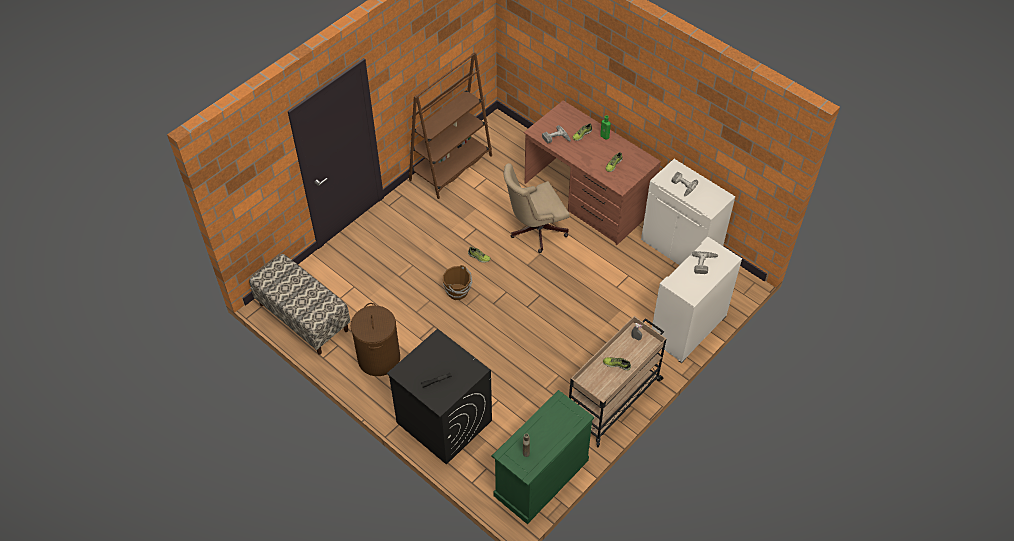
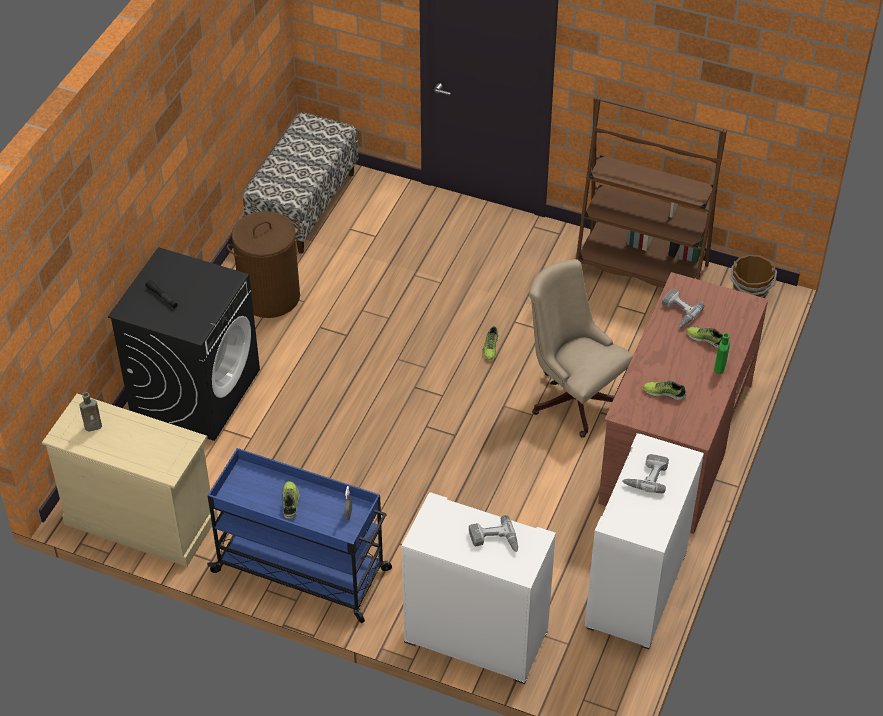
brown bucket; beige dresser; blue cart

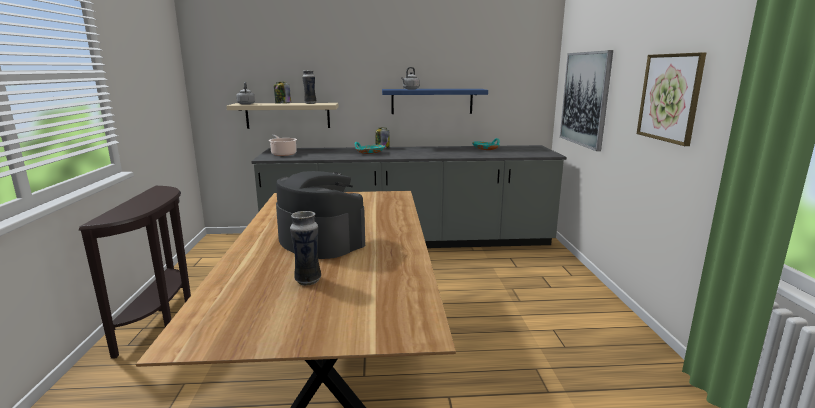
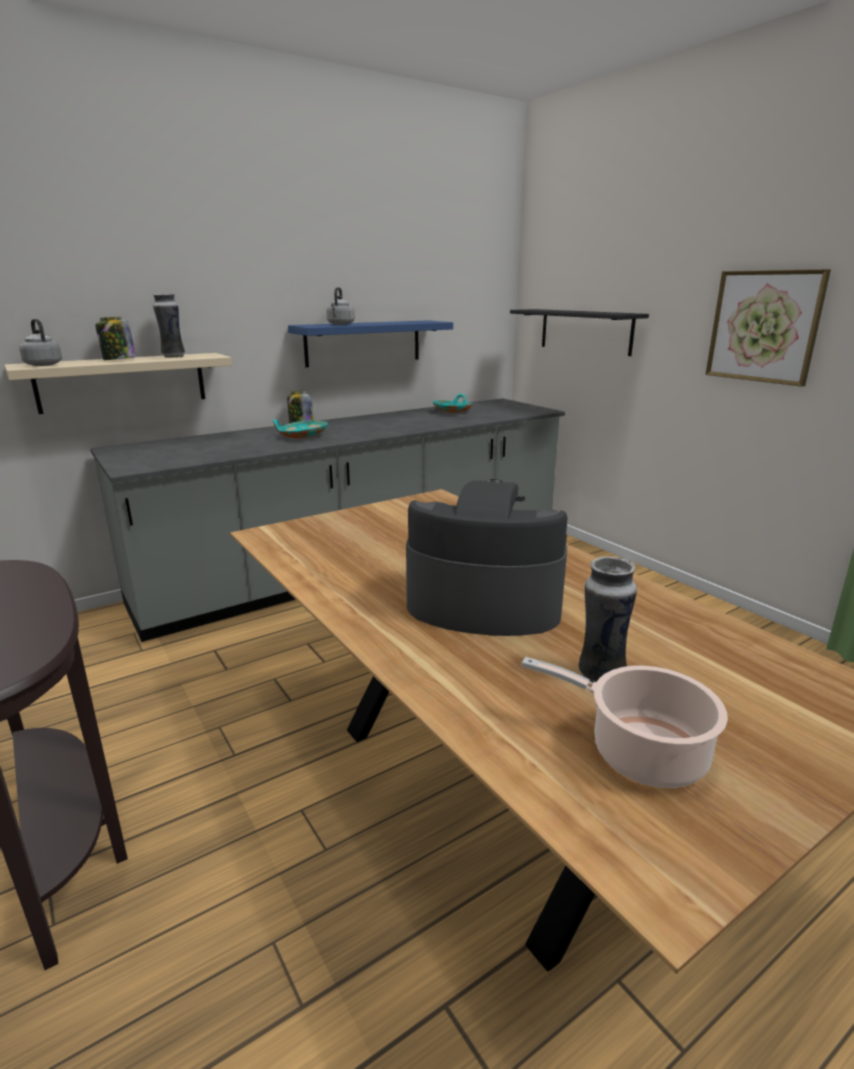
cooking pot; black shelf

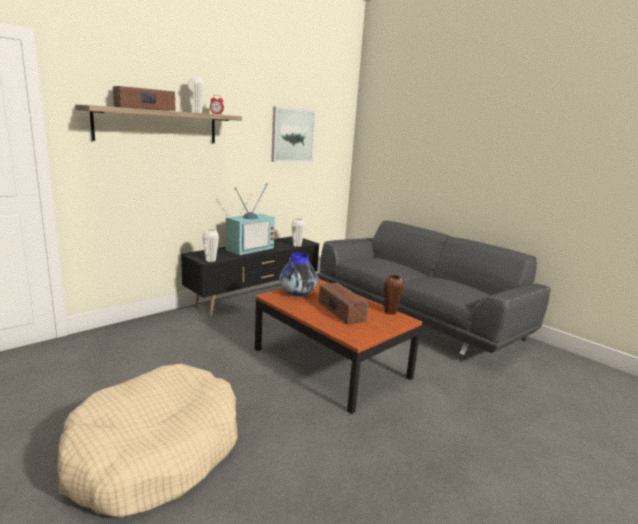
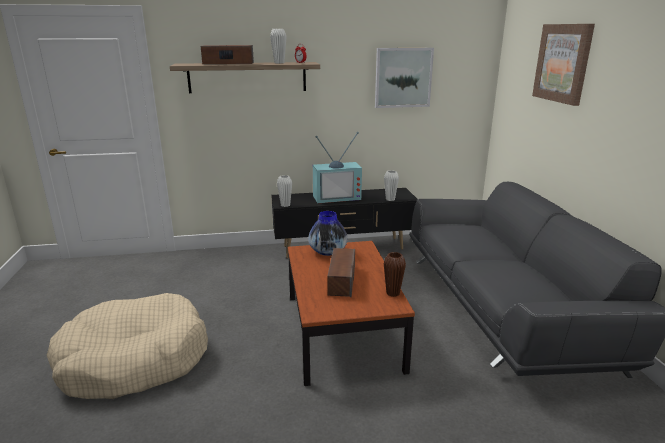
picture (no. 2 from left)

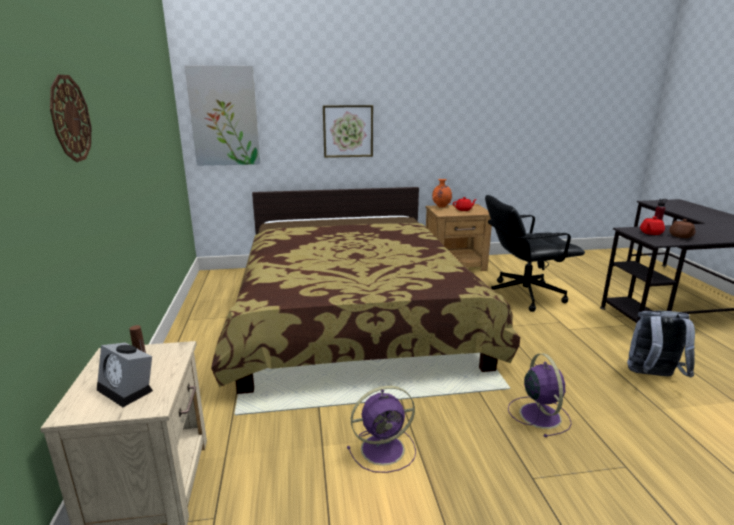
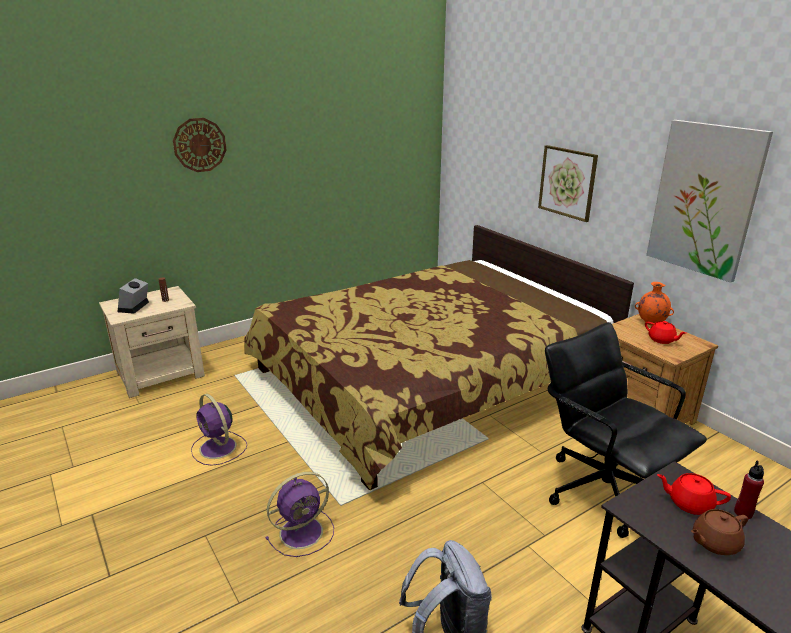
picture (no. 2 from left)

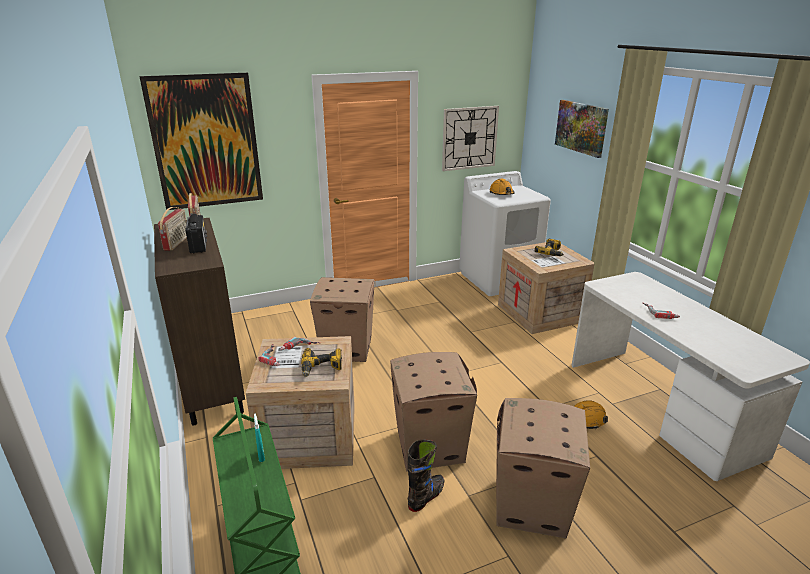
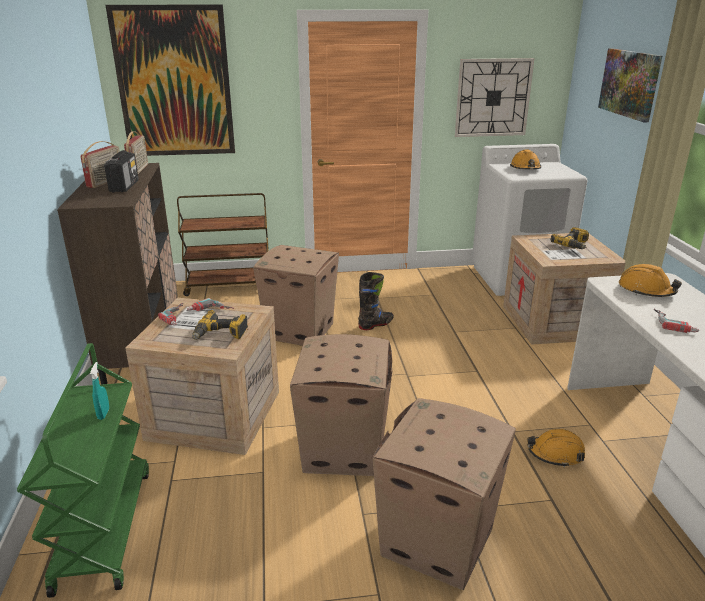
black boot; brown cart; orange hard hat (no. 3 from left)

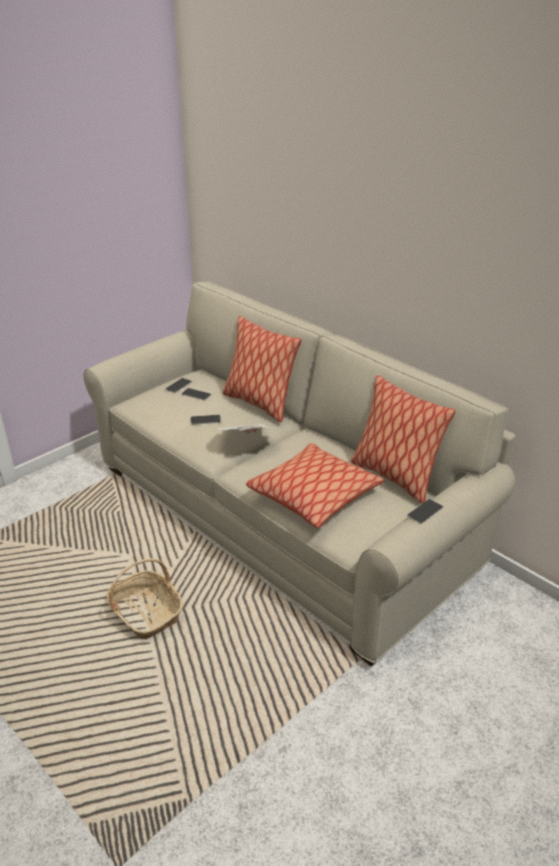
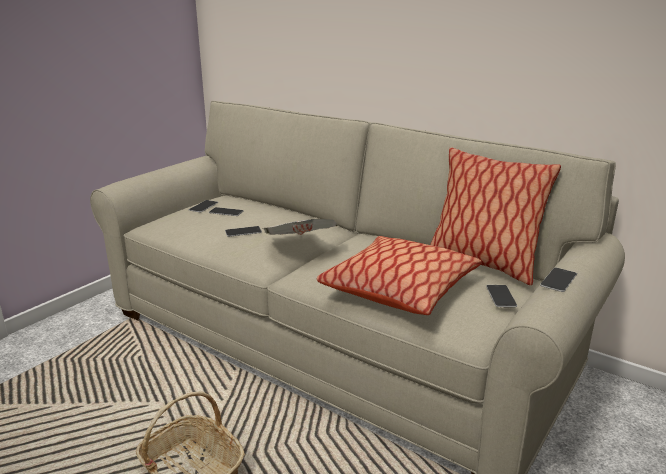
pillow (no. 1 from left in the first image); phone (no. 4 from left)

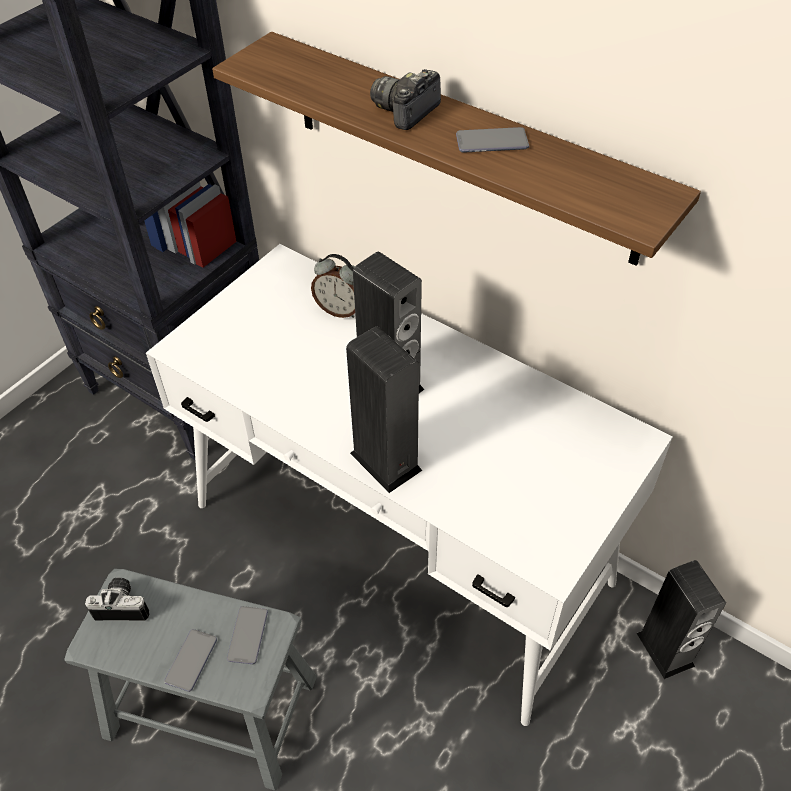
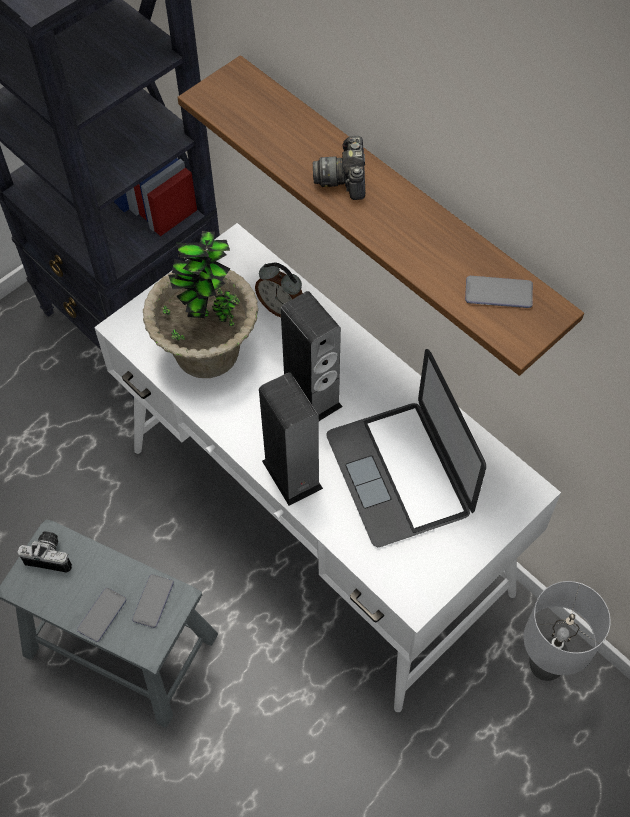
photo camera (no. 2 from left); phone (no. 3 from left); grey table lamp; potted plant; laptop

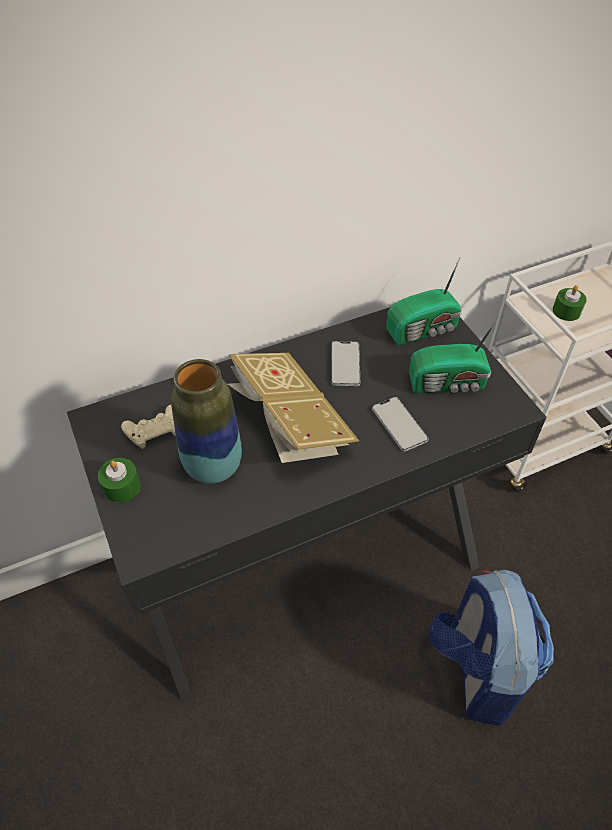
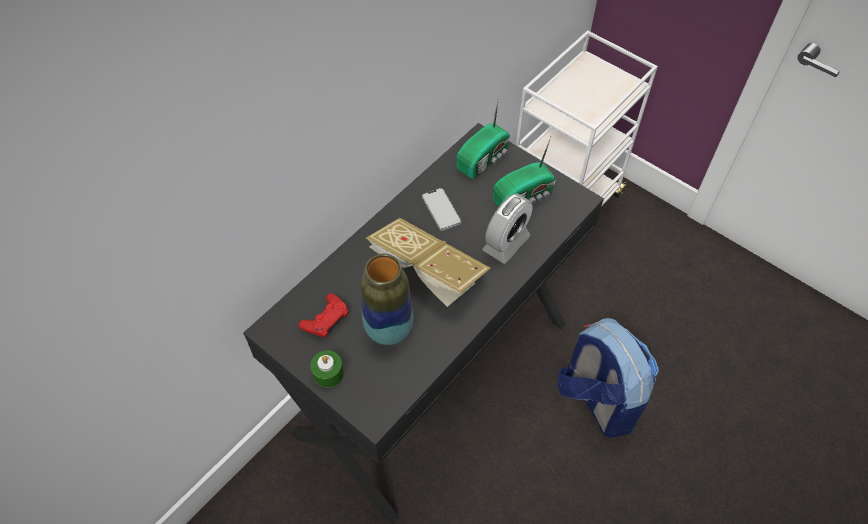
red game controller; alarm clock; green candle (no. 2 from left in the first image)

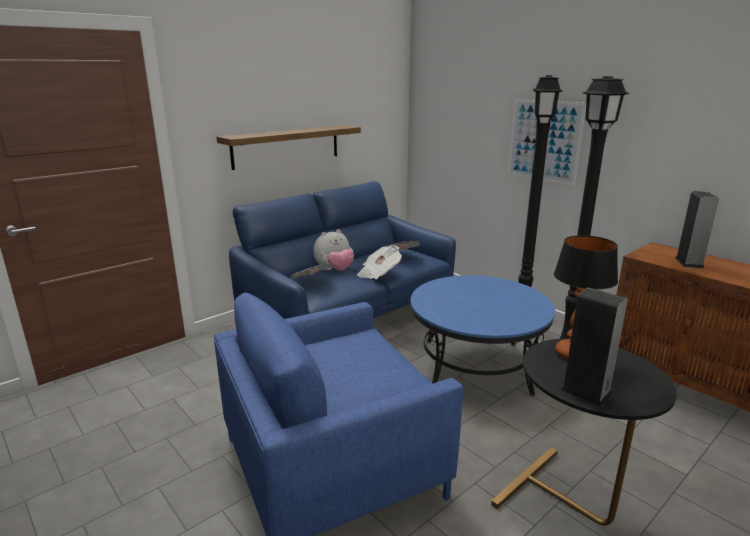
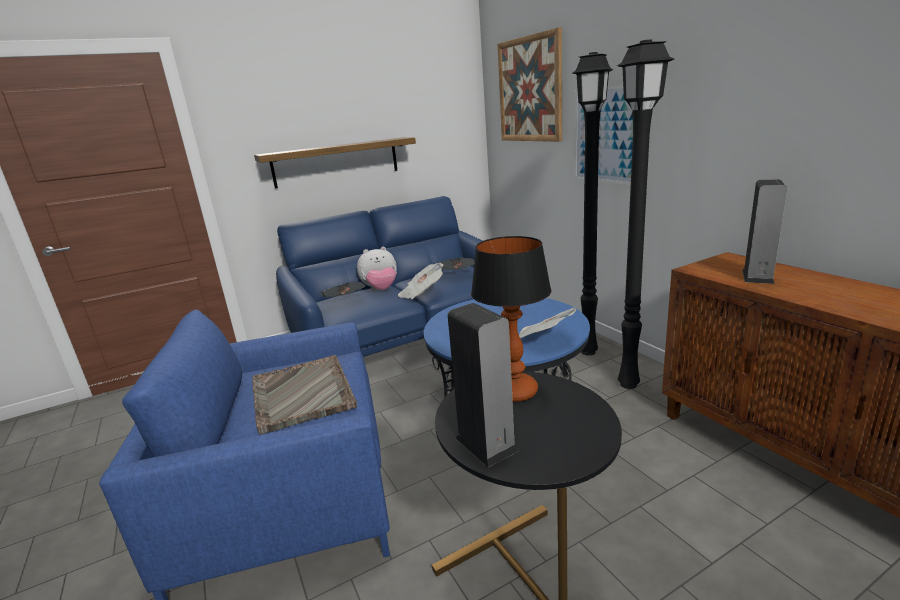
grey tray; picture (no. 1 from left); newspaper (no. 4 from left)

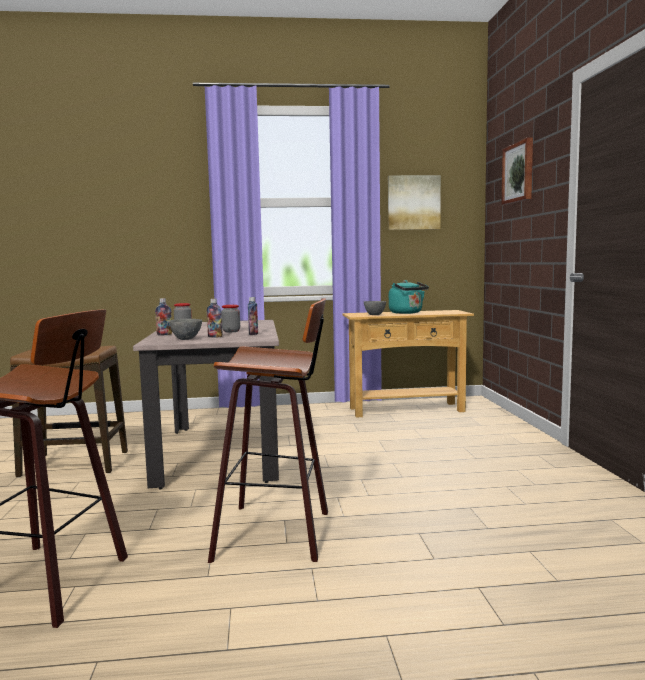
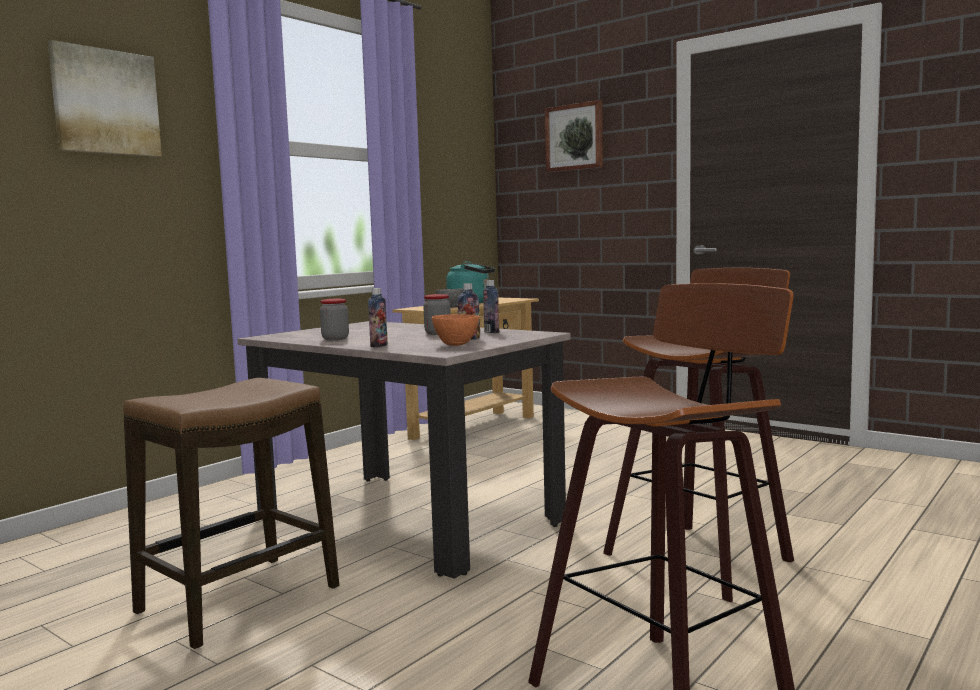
orange bowl; picture (no. 1 from left)

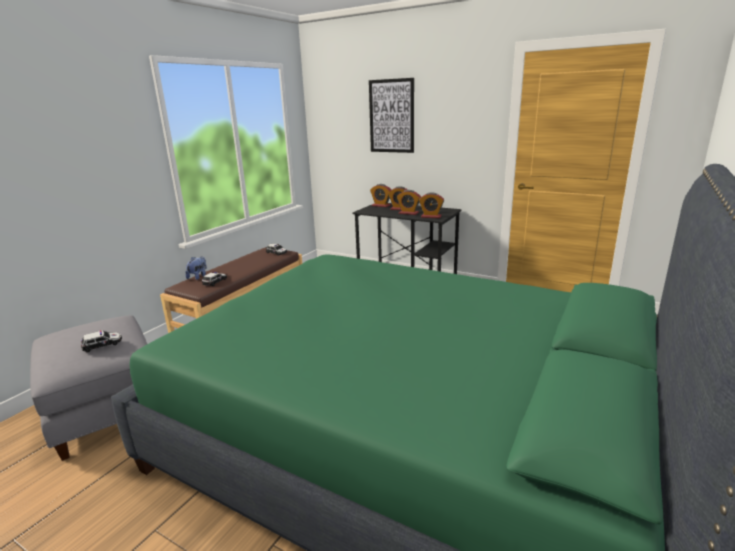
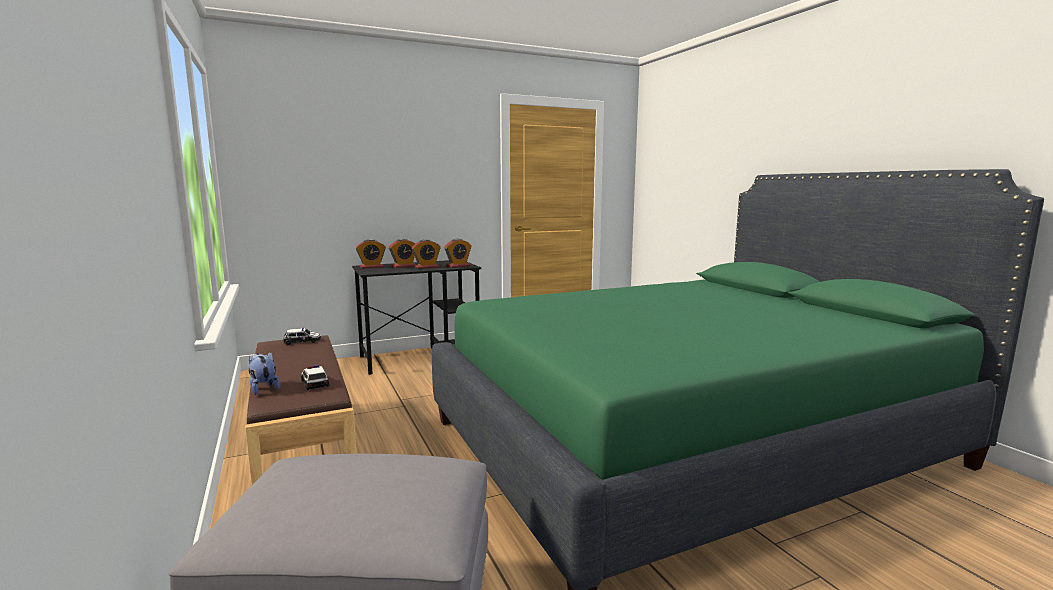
toy car (no. 1 from left in the first image); picture

